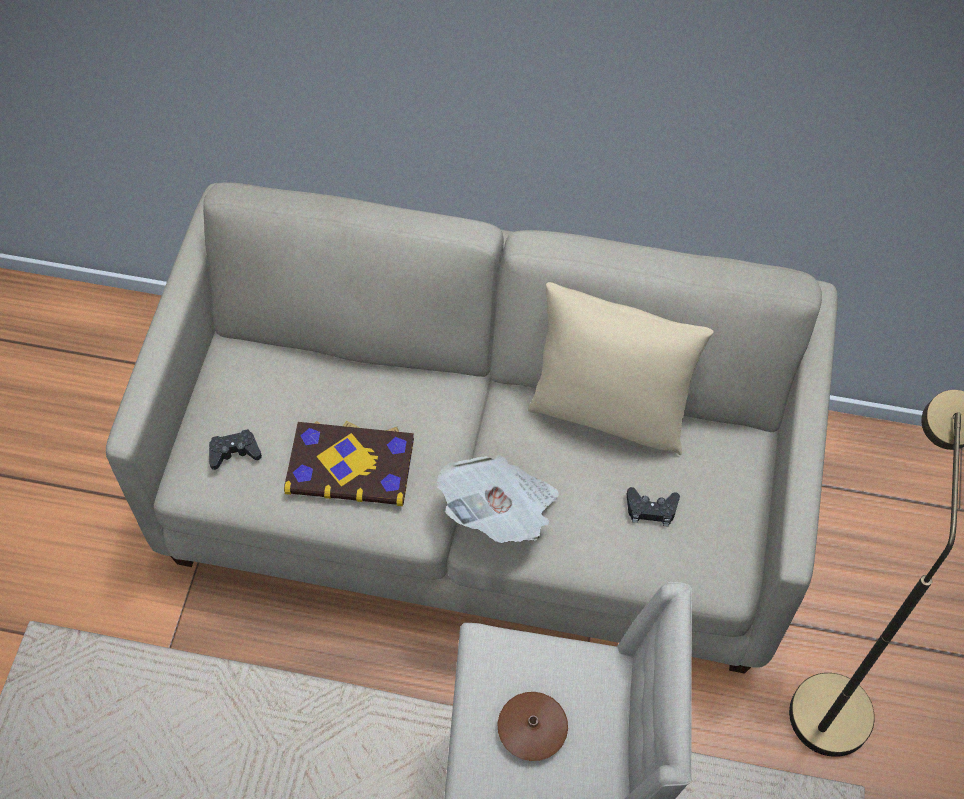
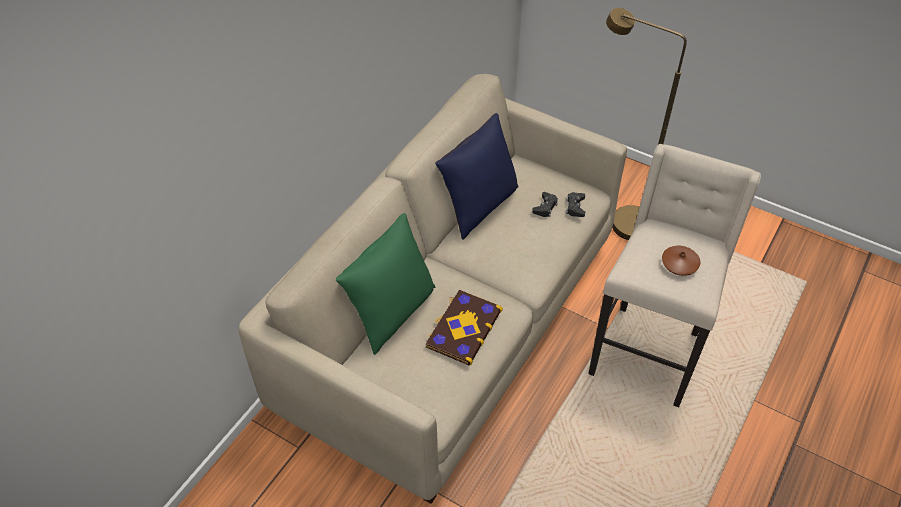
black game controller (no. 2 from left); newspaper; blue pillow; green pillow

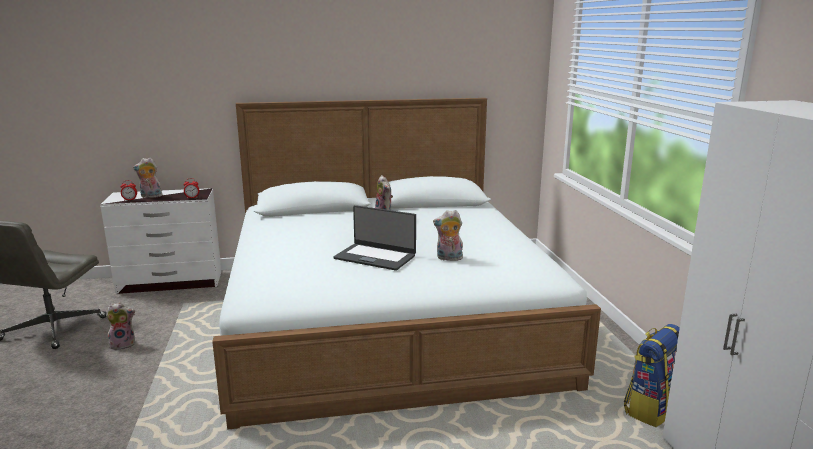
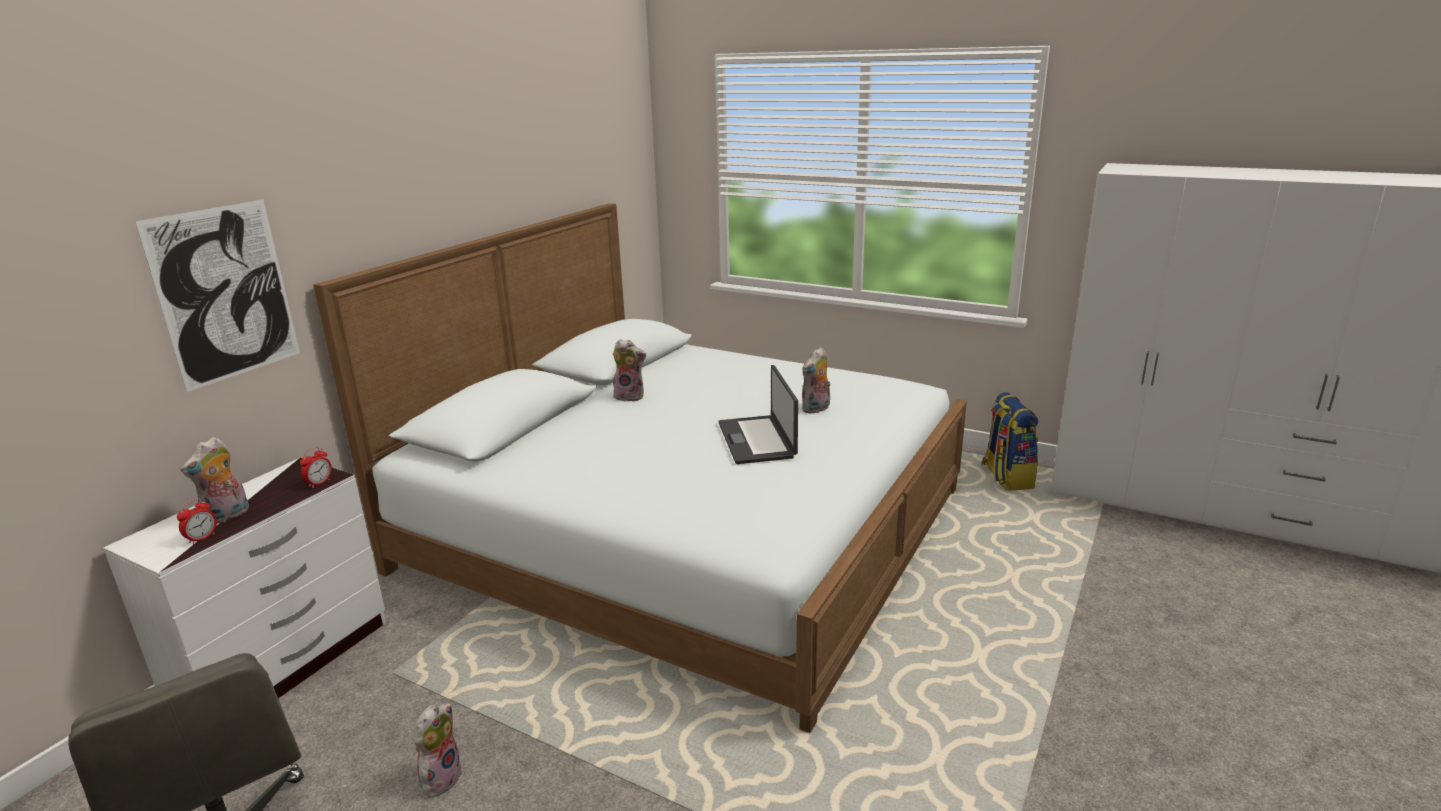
laptop; picture

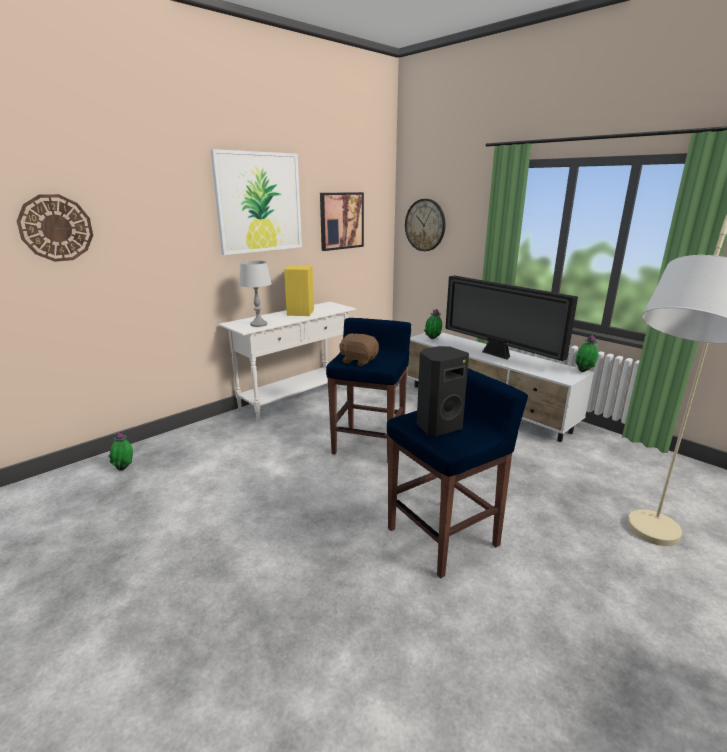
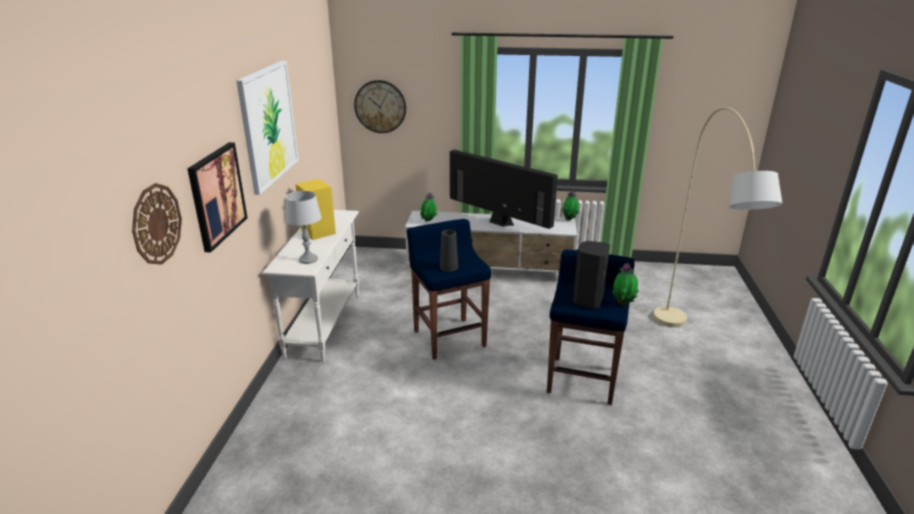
potted plant (no. 3 from left); picture (no. 1 from left); black vase; television

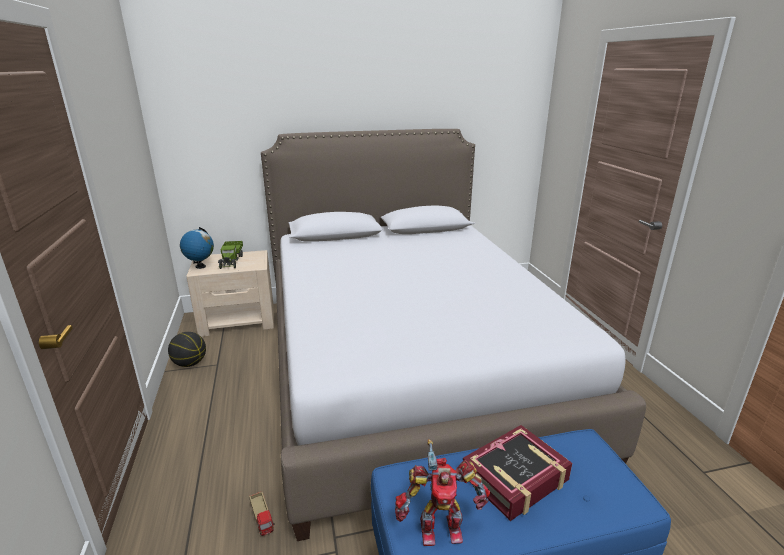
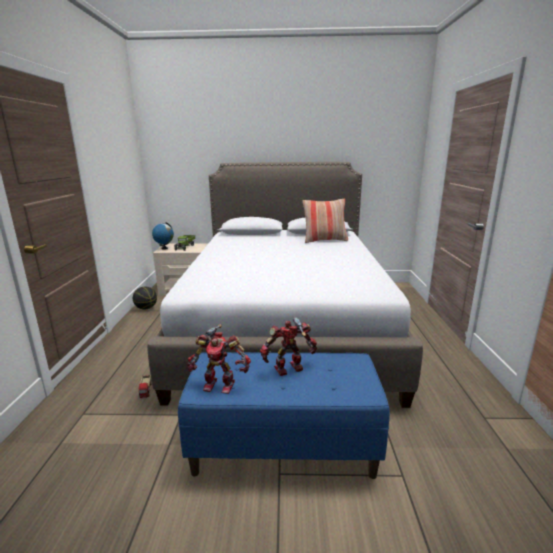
toy robot (no. 2 from left); pillow

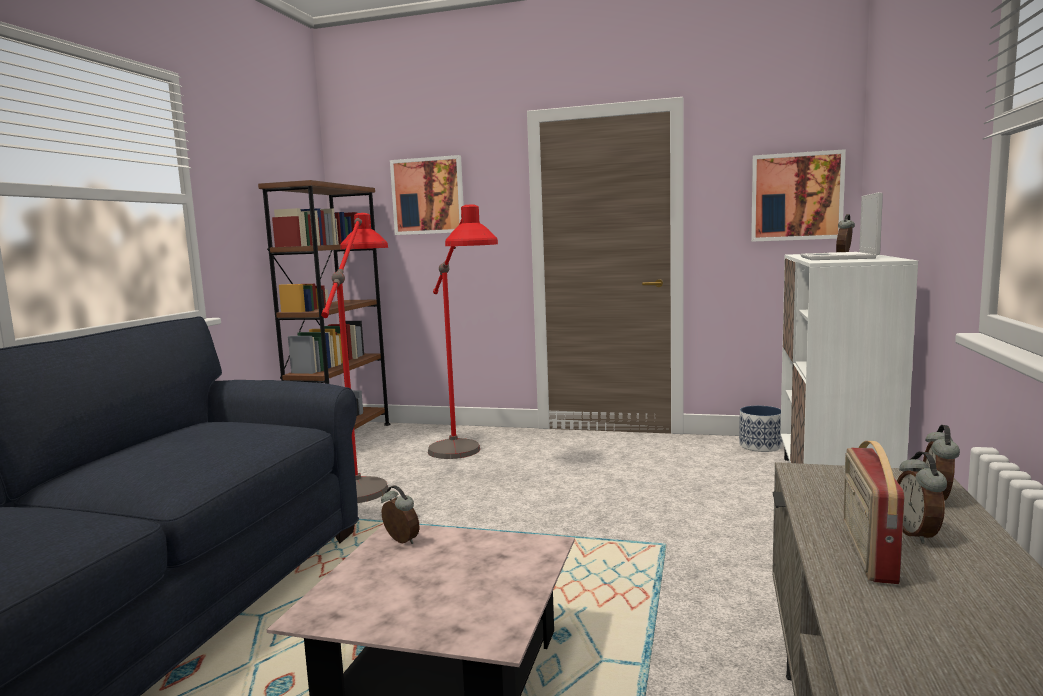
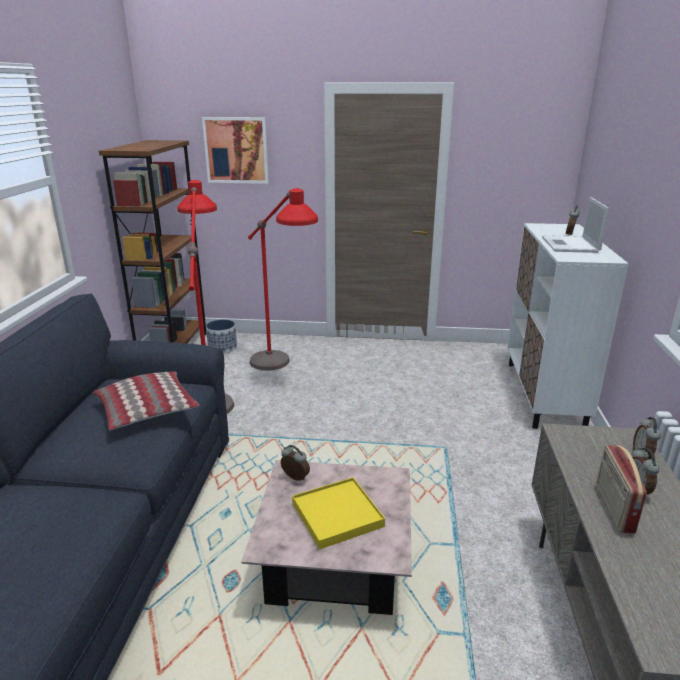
planter; picture (no. 2 from left in the first image); pillow; yellow tray

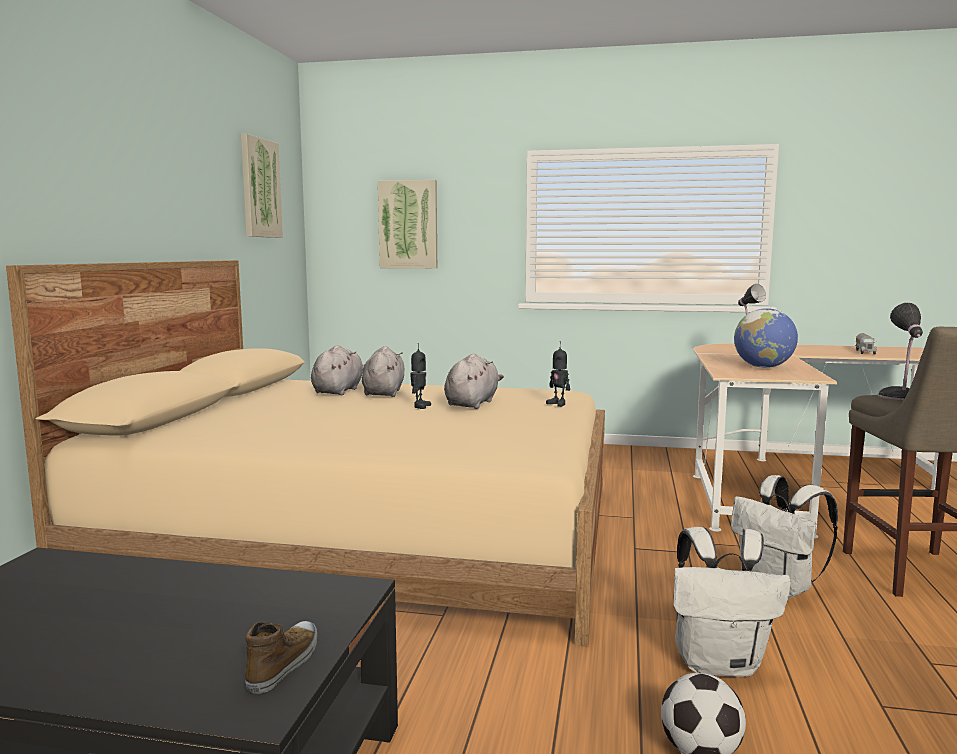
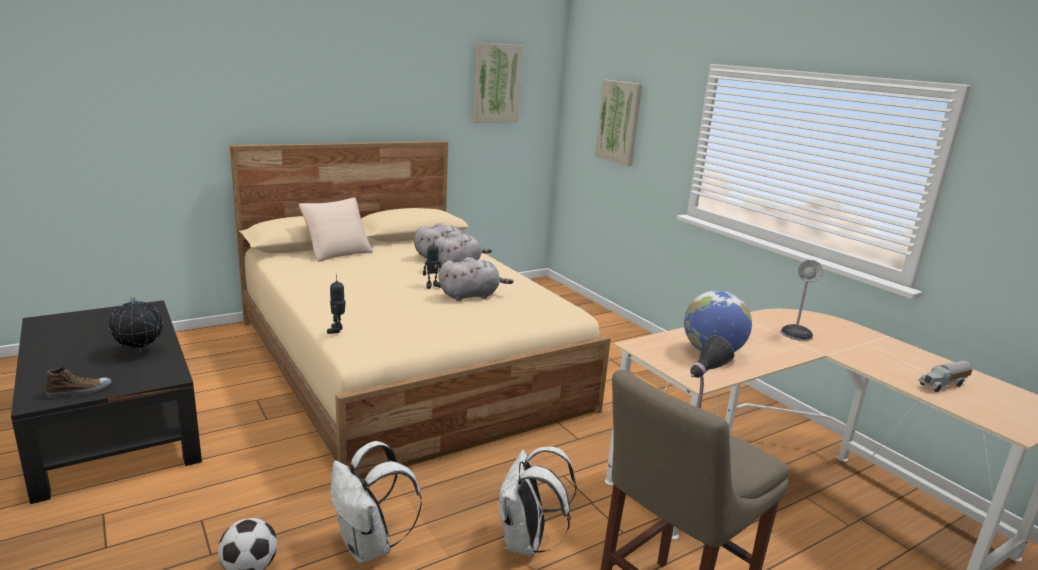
toy robot (no. 1 from left); globe (no. 1 from left); beige pillow

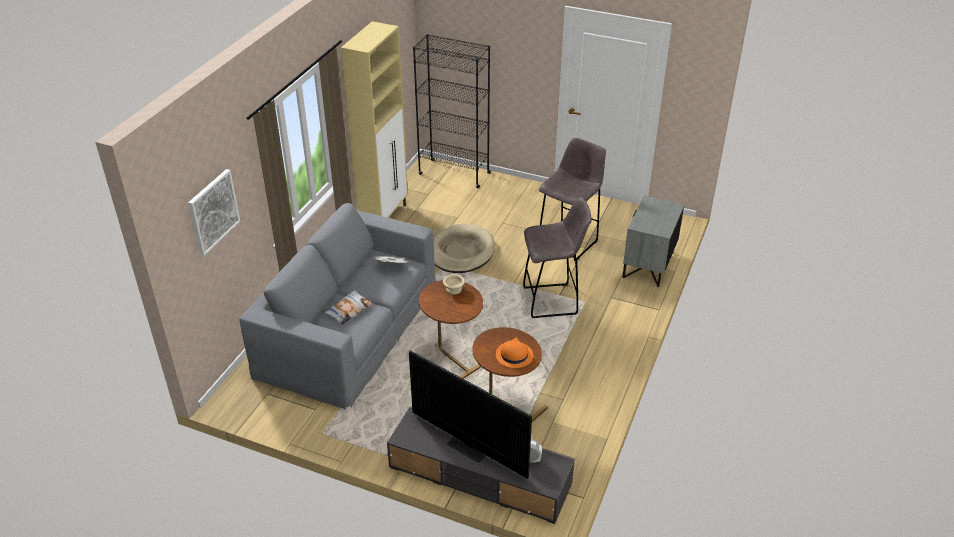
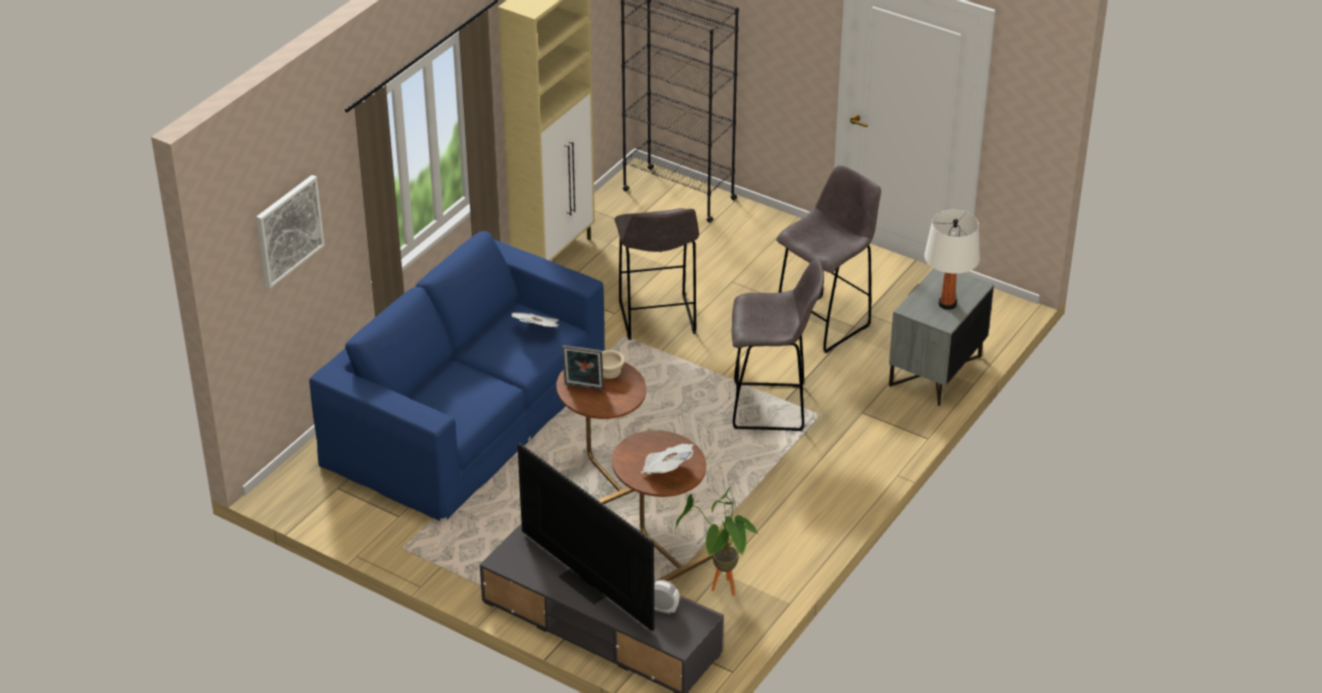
blue sofa; pillow; grey stool (no. 1 from left); newspaper (no. 2 from left); picture frame; potted plant; white table lamp

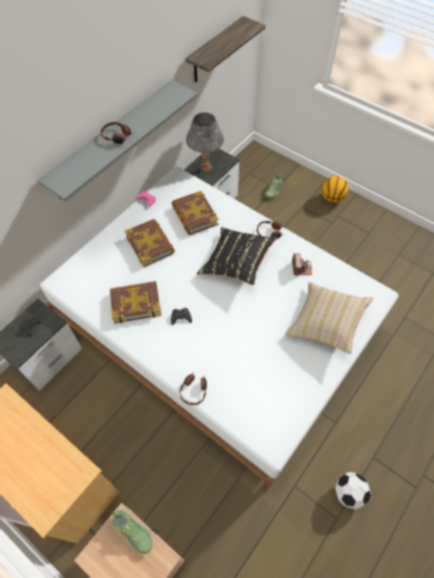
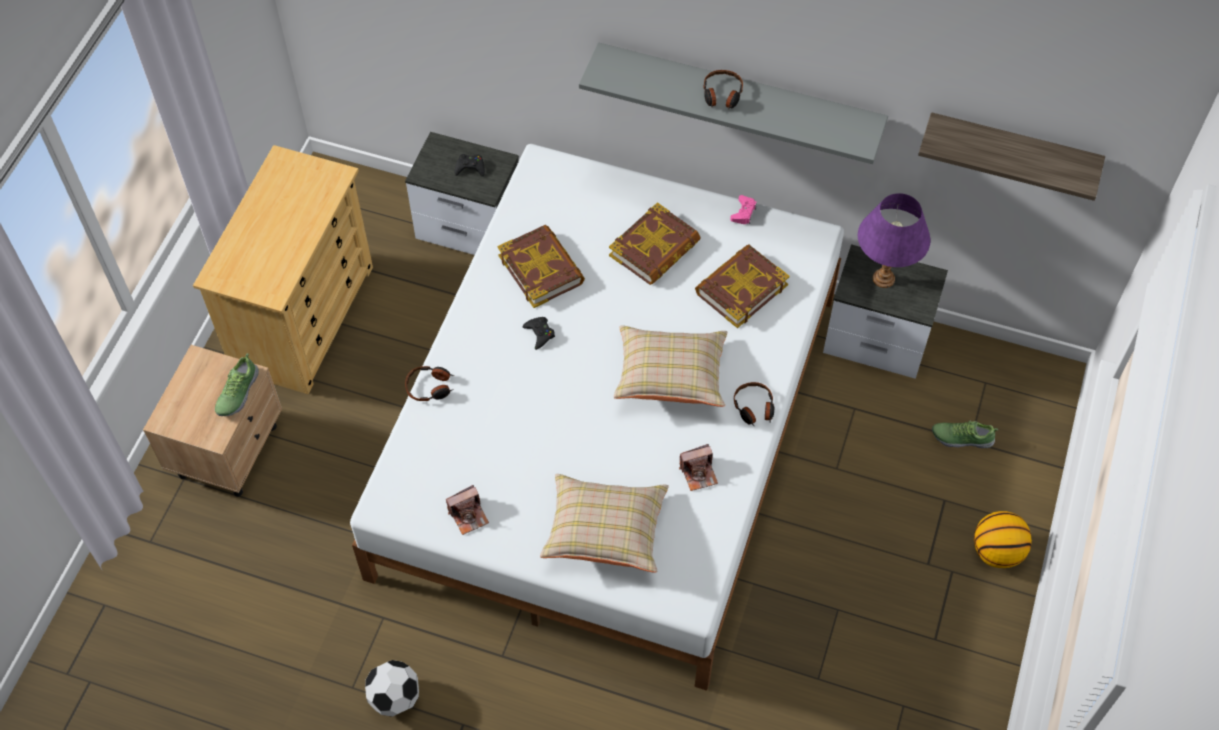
purple table lamp; beige pillow (no. 2 from left); photo camera (no. 1 from left)

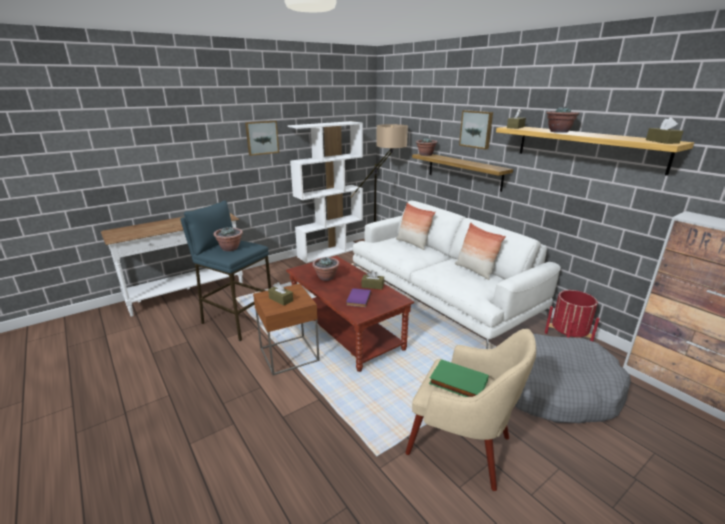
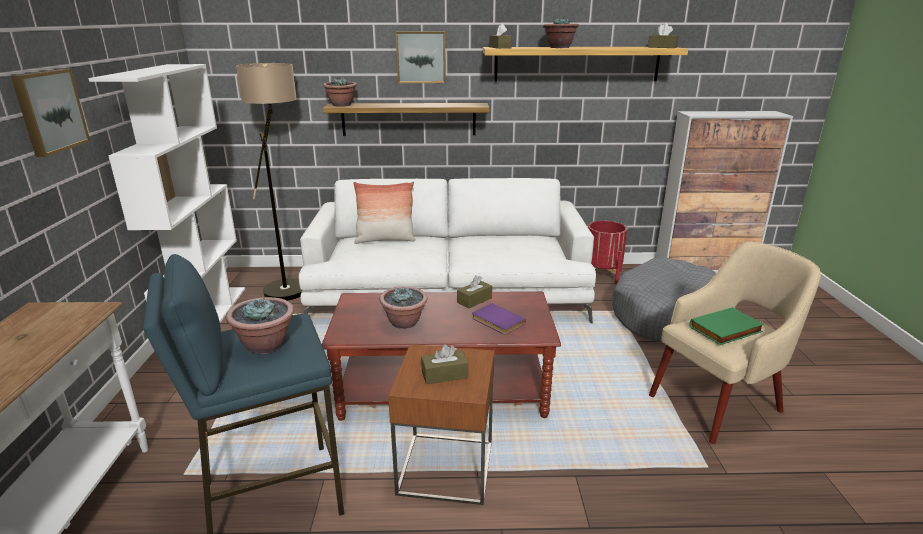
pillow (no. 2 from left in the first image)

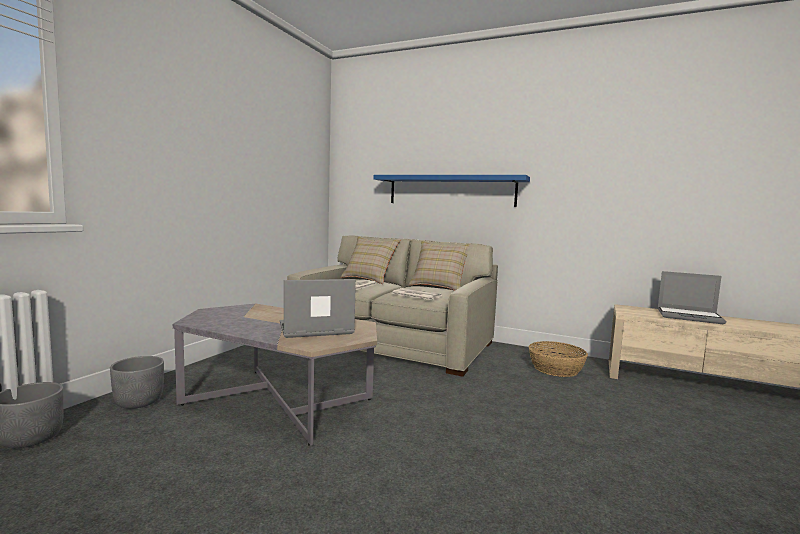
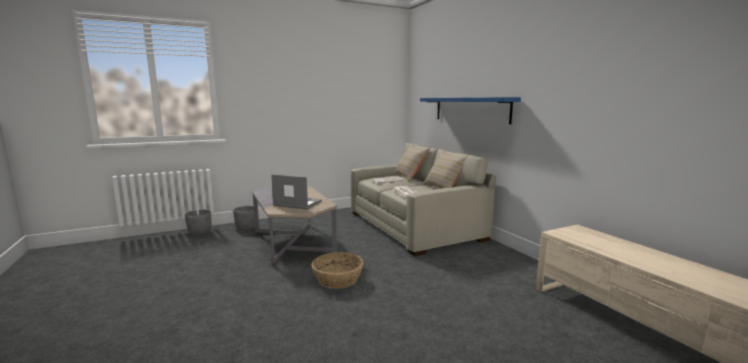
basket; laptop (no. 2 from left in the first image)

